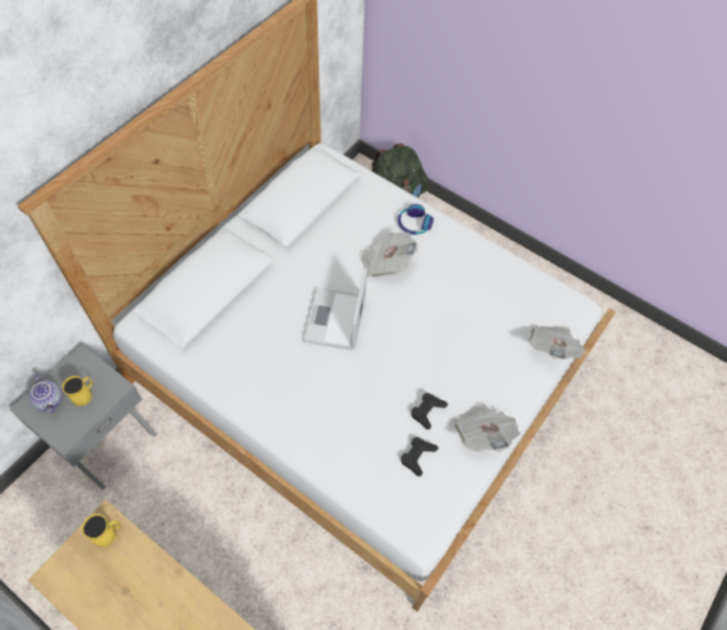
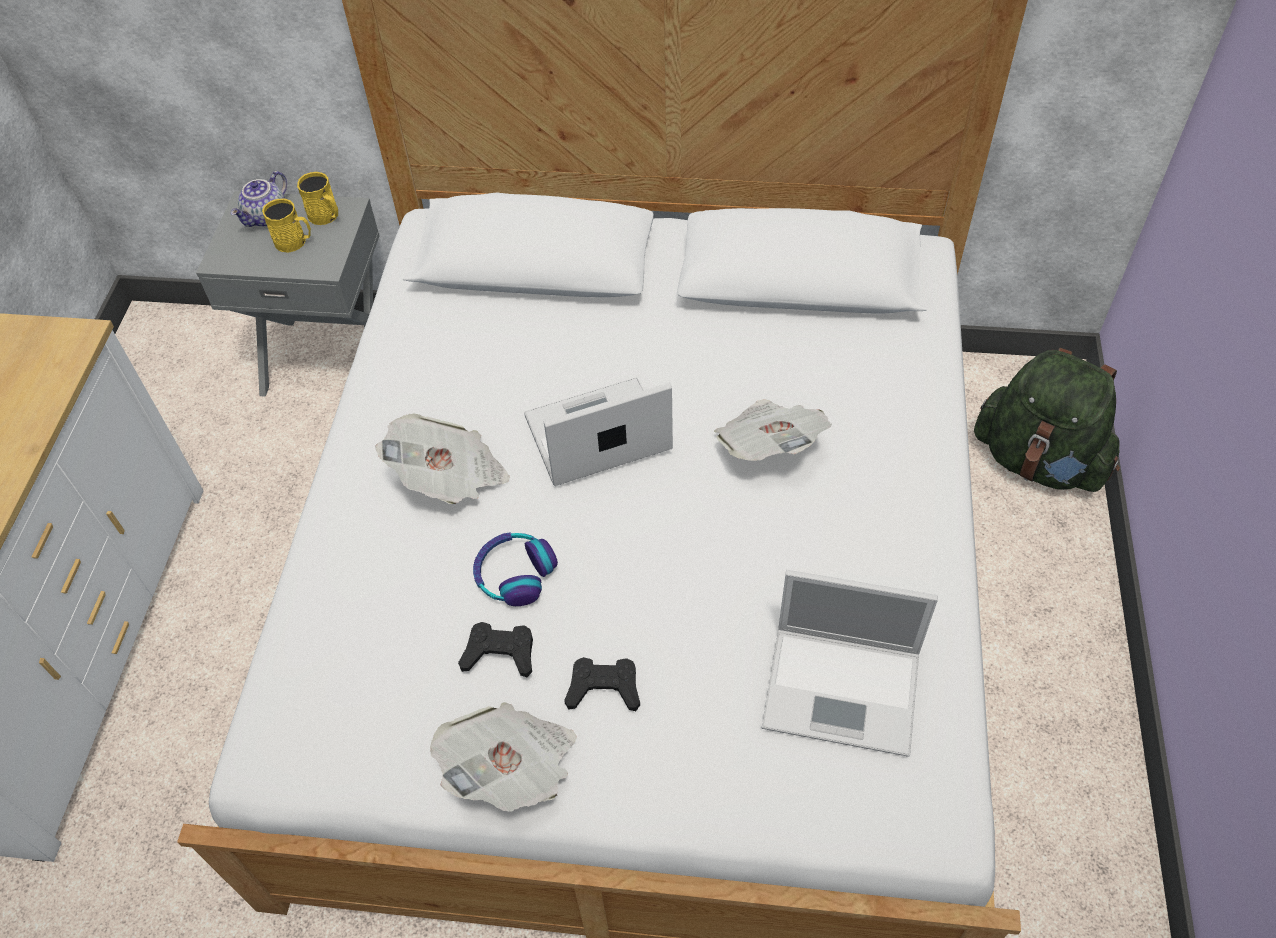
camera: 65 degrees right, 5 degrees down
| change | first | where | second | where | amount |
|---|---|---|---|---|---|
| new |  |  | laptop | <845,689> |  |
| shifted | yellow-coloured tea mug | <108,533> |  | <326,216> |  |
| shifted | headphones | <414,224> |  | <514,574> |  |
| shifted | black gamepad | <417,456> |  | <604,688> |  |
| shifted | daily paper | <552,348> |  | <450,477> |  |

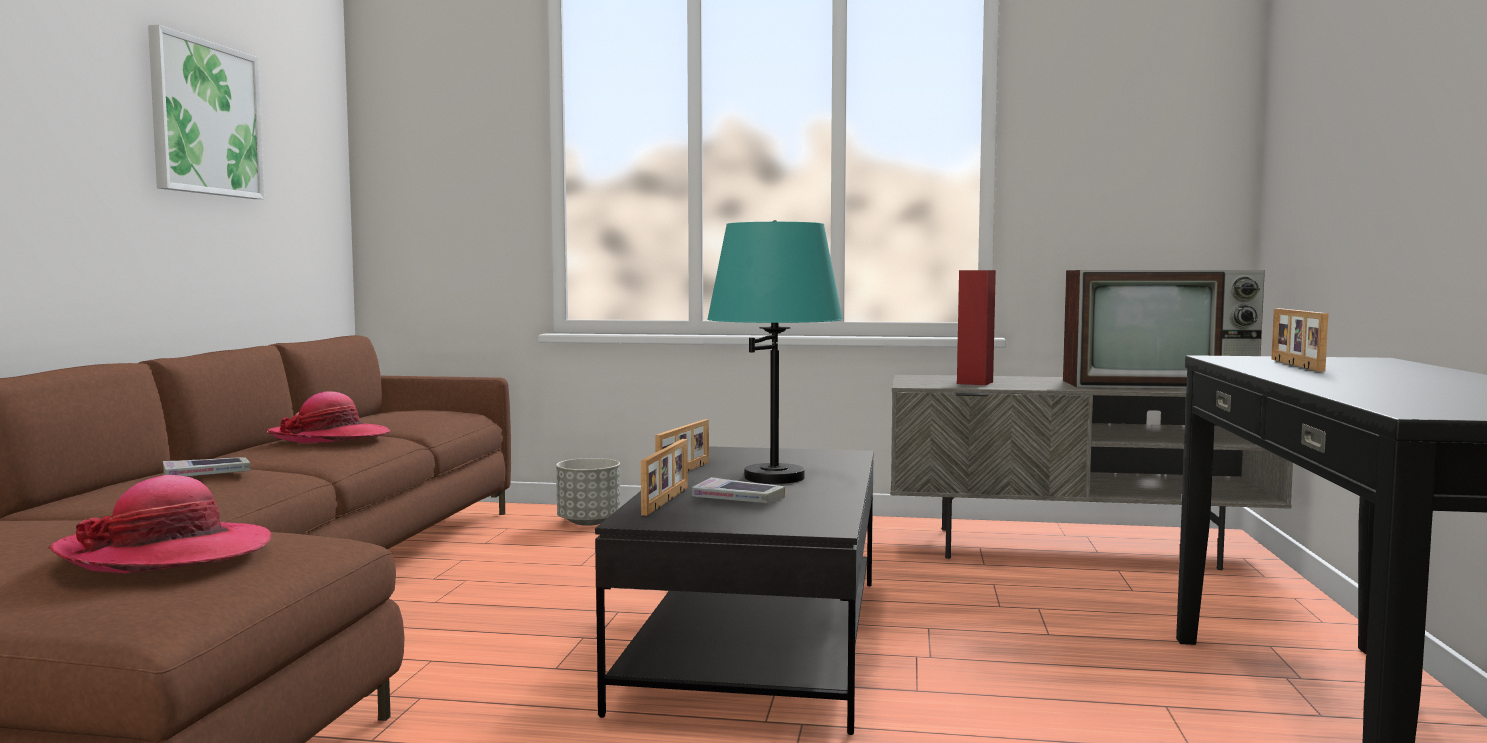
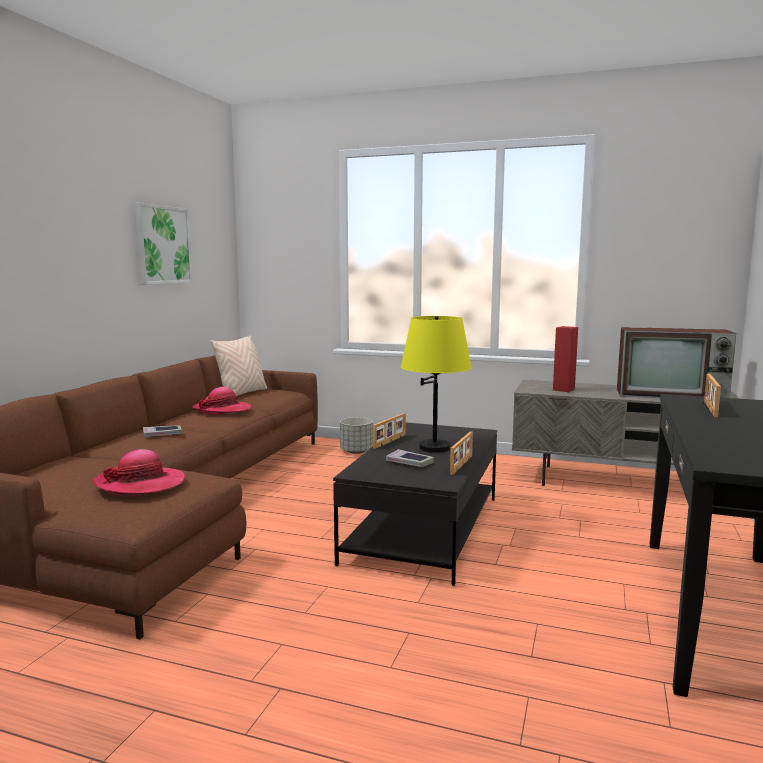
camera: 10 degrees right, 5 degrees up
| change | first | where | second | where | amount |
|---|---|---|---|---|---|
| new |  |  | beige-coloured throw pillow | <242,394> |  |
| shifted | standing frame | <667,501> |  | <462,465> |  |
| repainted | turquoise-coloured tabletop lamp | <774,477> | yellow-coloured tabletop lamp | <434,447> |  |

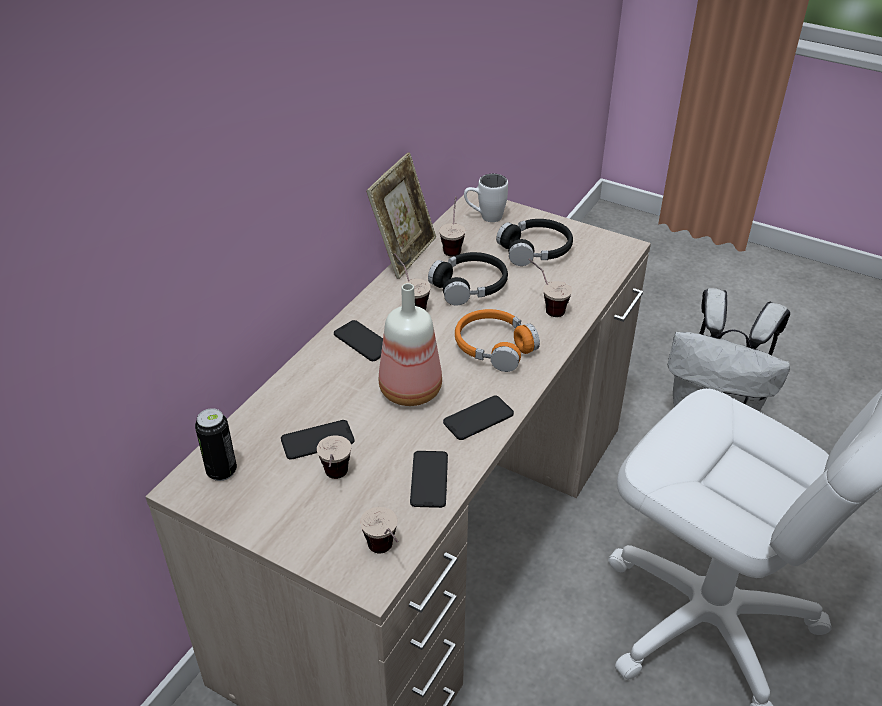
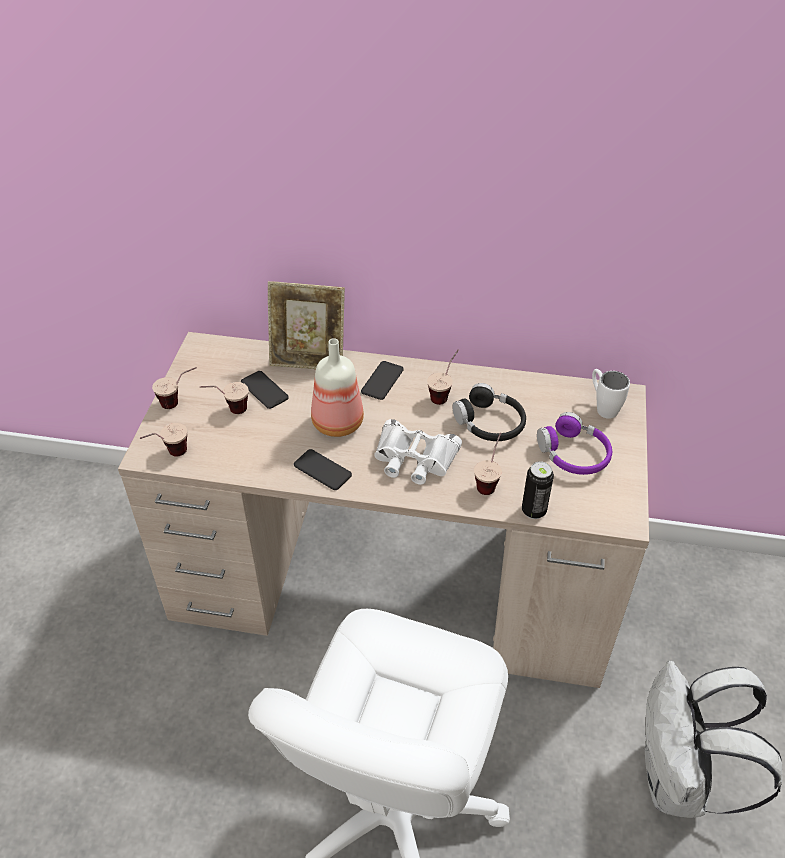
camera: 70 degrees right, 5 degrees up
| change | first | where | second | where | amount |
|---|---|---|---|---|---|
| gone | phone | <429,479> |  |  |  |
| shifted | sealed can | <221,471> |  | <533,511> |  |
| shifted | standing frame | <404,253> |  | <308,359> |  |
| shifted | small cup | <453,246> |  | <180,402> |  |
| swapped | orange-coloured headphones | <494,347> | whitish pair of binoculars | <414,459> |  |
| repainted | black headphones | <535,250> | purplish headphones | <573,454> |  |

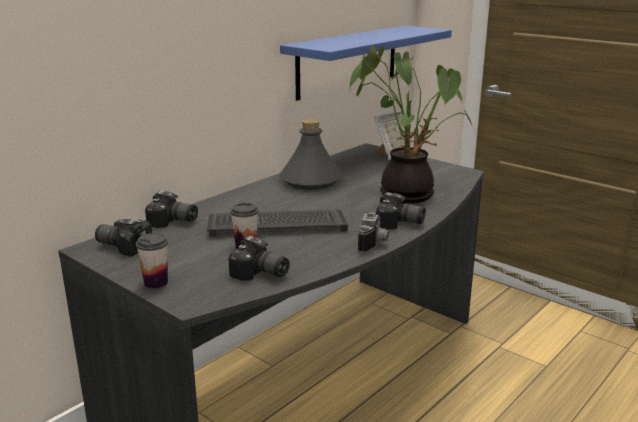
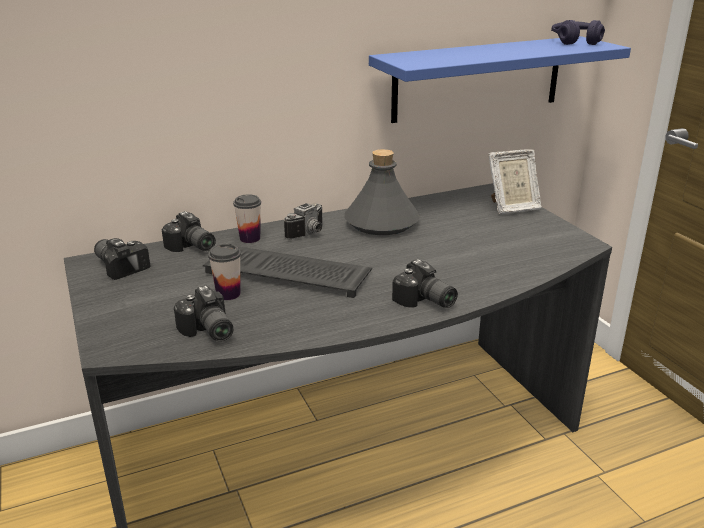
camera: 25 degrees right, 5 degrees up
| change | first | where | second | where | amount |
|---|---|---|---|---|---|
| gone | plant in a pot | <407,193> |  |  |  |
| new |  |  | purplish headphones | <576,41> |  |
| shifted | small cup | <156,282> |  | <250,238> |  |
| shifted | photo camera | <374,243> |  | <309,234> |  |

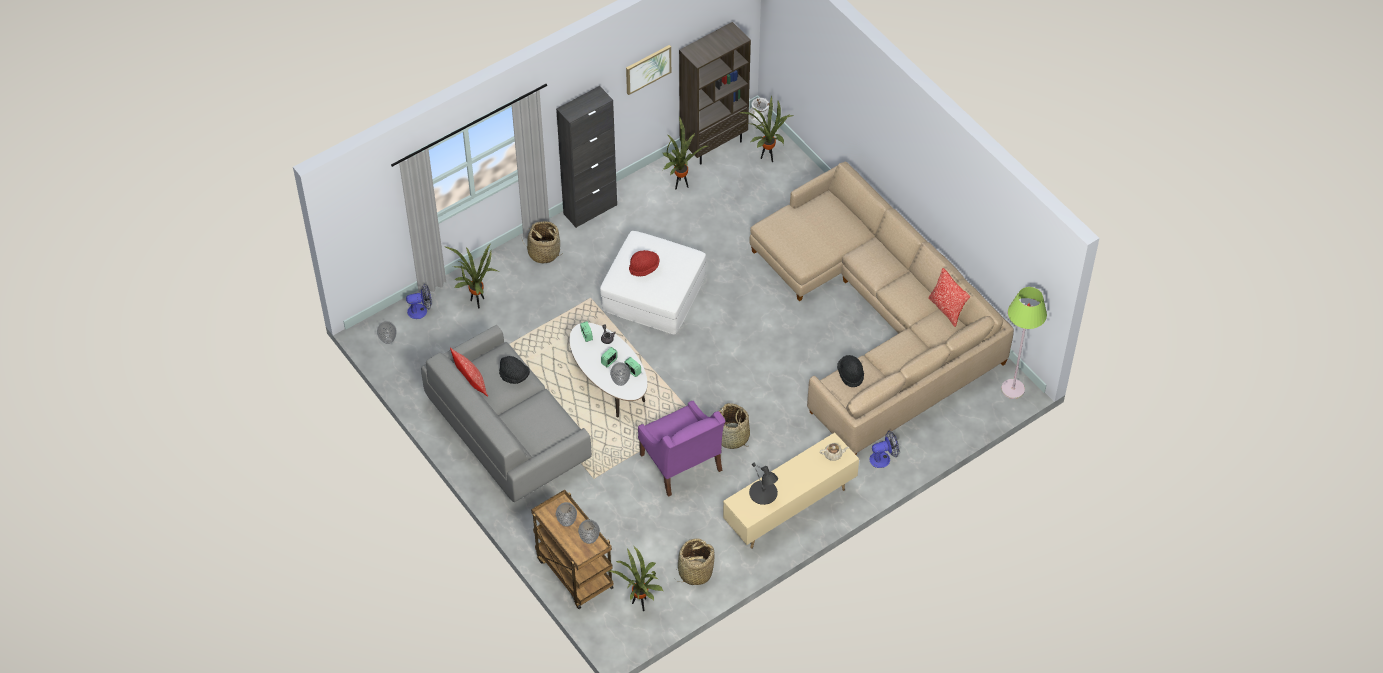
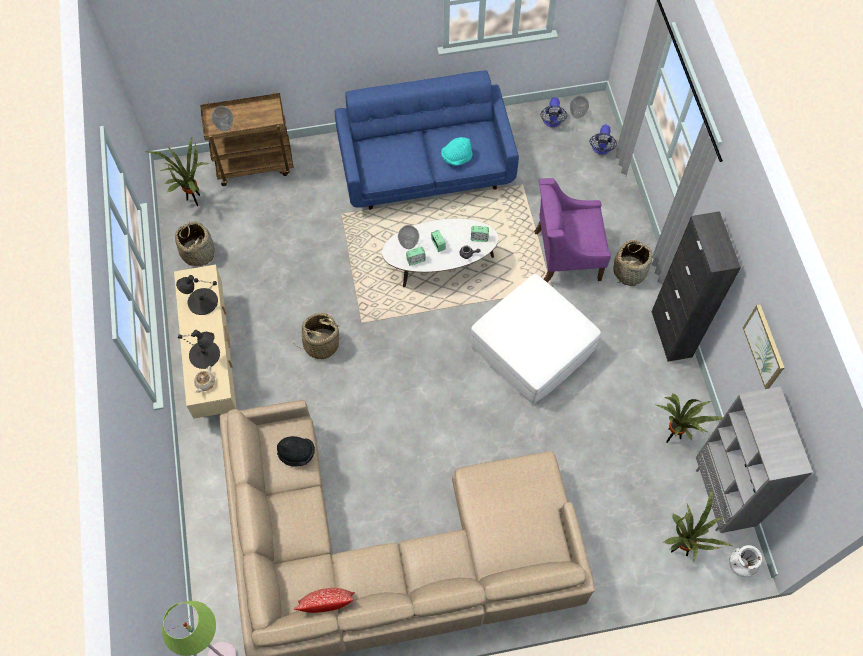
camera: 115 degrees right, 10 degrees up
| change | first | where | second | where | amount |
|---|---|---|---|---|---|
| gone | plant in a pot | <477,301> |  |  |  |
| gone | throw pillow | <471,383> |  |  |  |
| gone | vase | <567,522> |  |  |  |
| gone | red-coloured hat | <644,267> |  |  |  |
| new |  |  | black tabletop lamp | <205,355> |  |
| shifted | purplish lounge chair | <681,463> |  | <566,255> |  |
| shifted | fan | <883,458> |  | <552,122> |  |
| repainted | grey couch | <508,434> | blue-coloured couch | <426,168> |  |
| repainted | black hat | <514,376> | turquoise-coloured hat | <456,157> |  |
| repainted | brownish shelving unit | <713,145> | grey shelving unit | <721,497> |  |

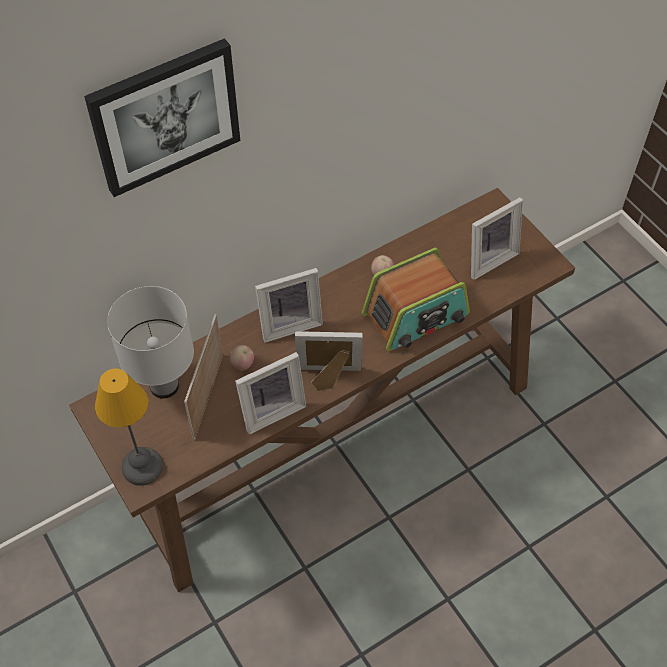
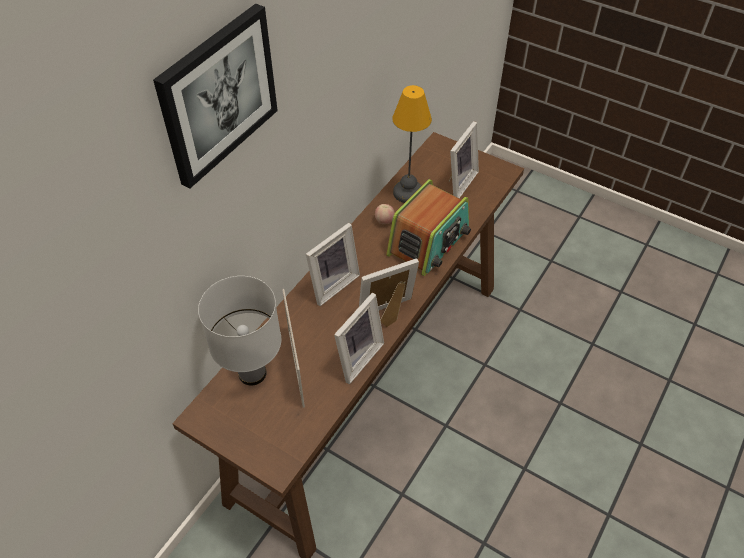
camera: 25 degrees left, 5 degrees down
| change | first | where | second | where | amount |
|---|---|---|---|---|---|
| gone | whole apple | <242,364> |  |  |  |
| shifted | tabletop lamp | <143,465> |  | <408,191> |  |

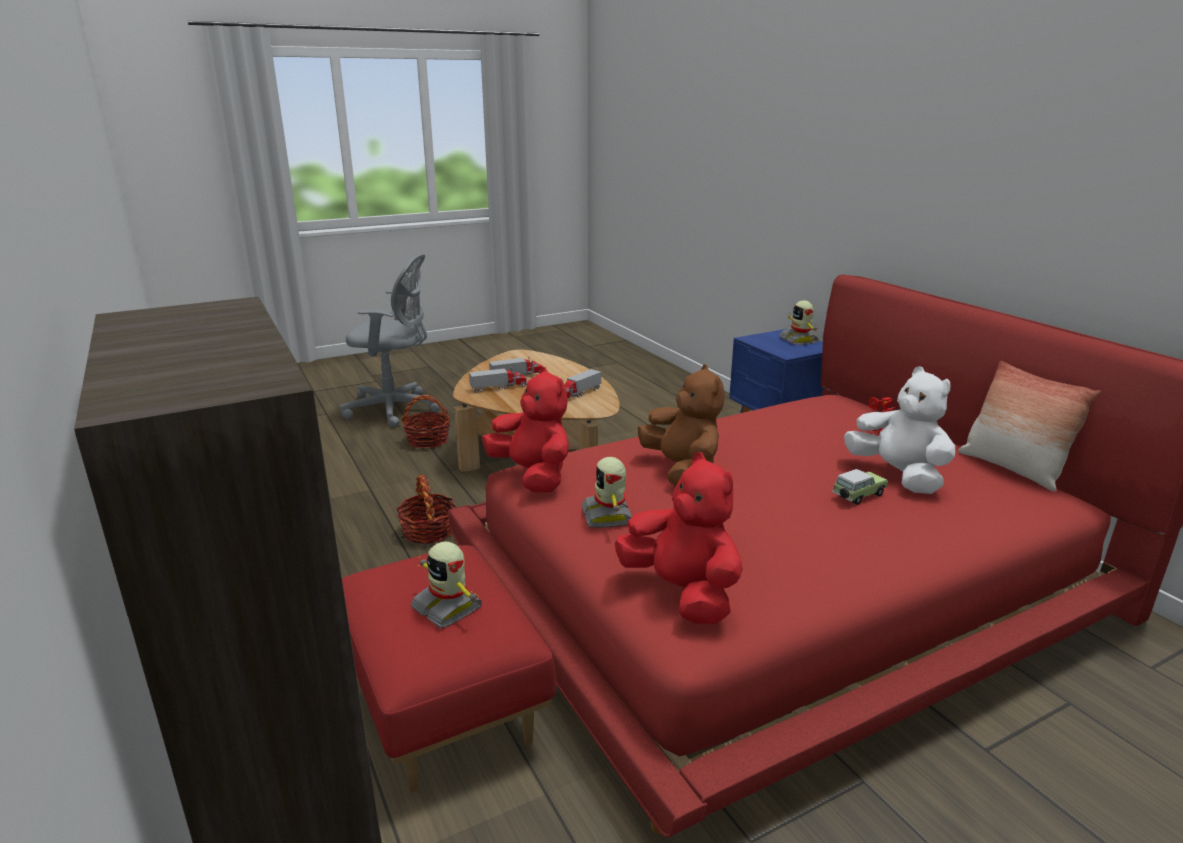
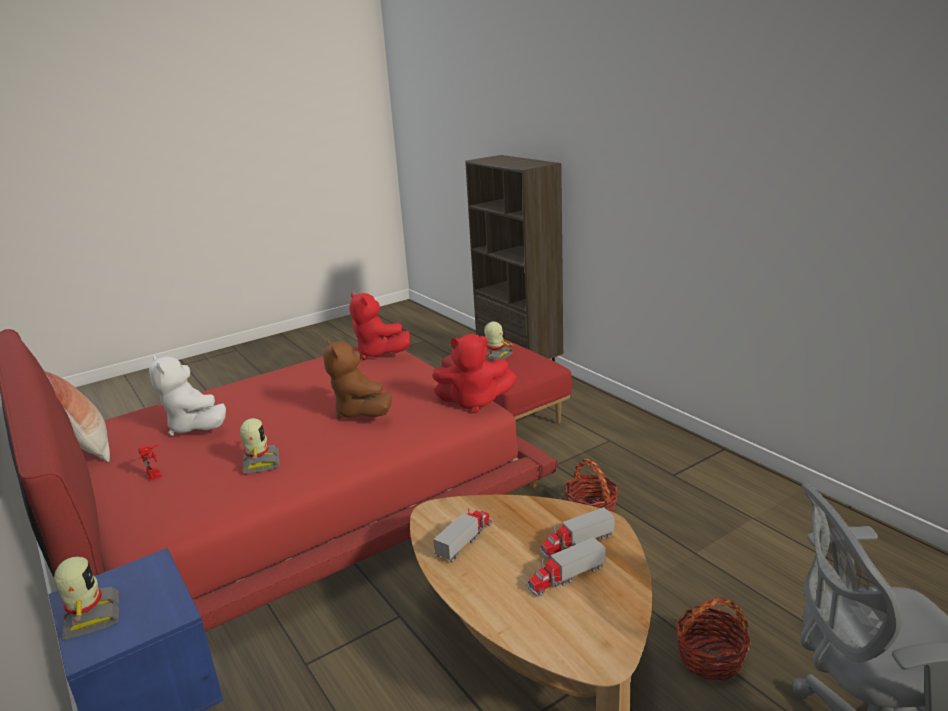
camera: 175 degrees right, 0 degrees up
| change | first | where | second | where | amount |
|---|---|---|---|---|---|
| gone | model car | <857,496> |  |  |  |
| shifted | robot figure | <608,516> |  | <260,463> |  |
| rotated | red-coloured soft toy | <533,476> |  | <474,402> | 45 degrees counterclockwise |

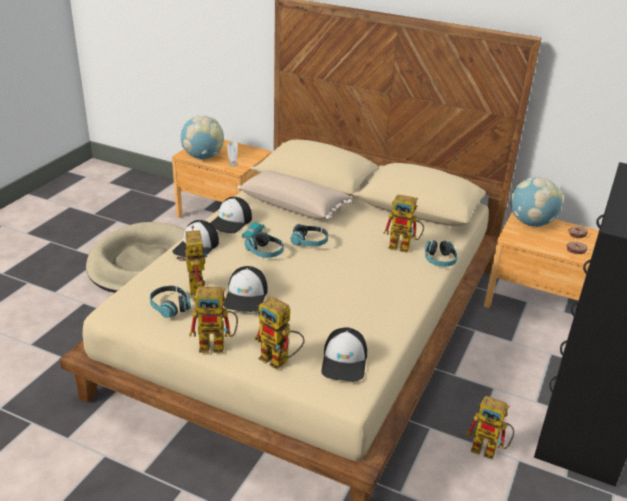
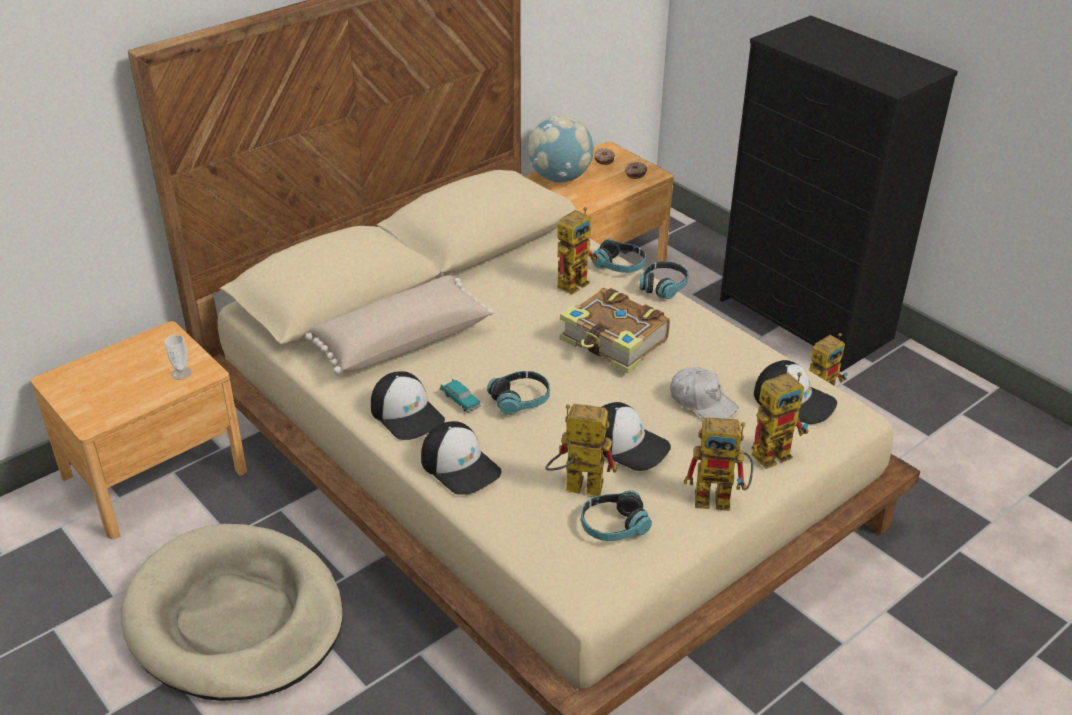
camera: 65 degrees left, 5 degrees up
| change | first | where | second | where | amount |
|---|---|---|---|---|---|
| gone | world globe | <203,157> |  |  |  |
| new |  |  | volume | <614,342> |  |
| new |  |  | whitish cap | <702,402> |  |
| shifted | headphones | <309,242> |  | <663,286> |  |
| rotated | robot figure | <218,345> |  | <721,498> | 75 degrees clockwise |

